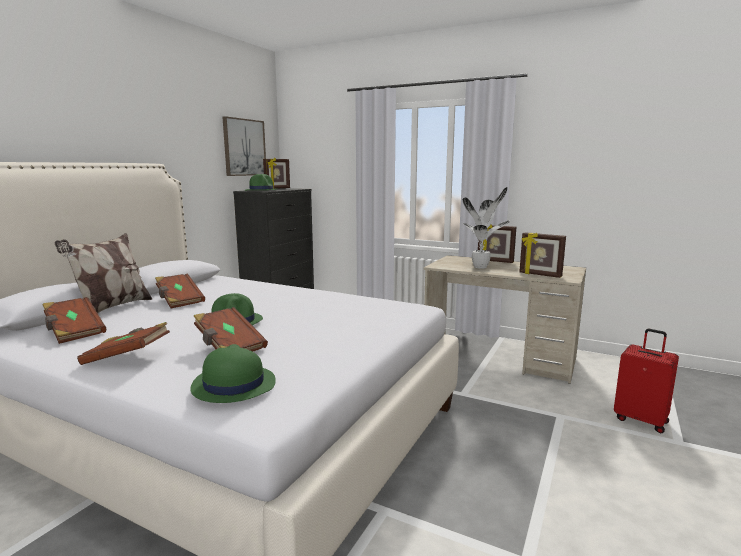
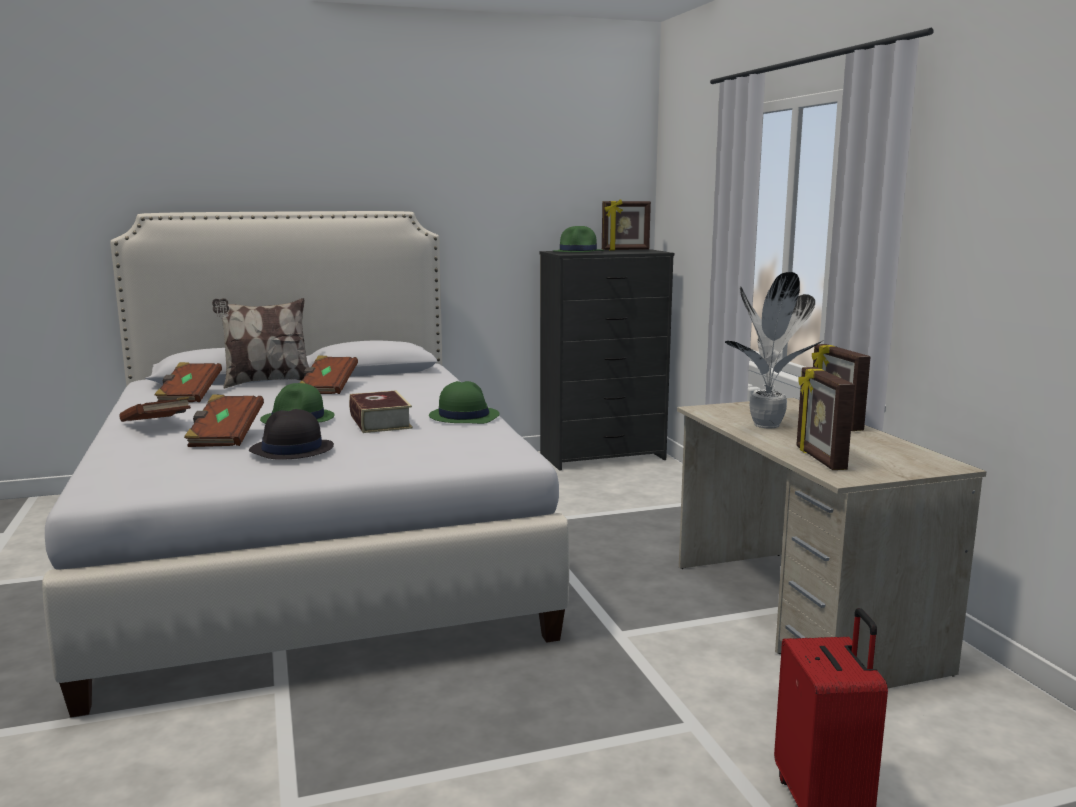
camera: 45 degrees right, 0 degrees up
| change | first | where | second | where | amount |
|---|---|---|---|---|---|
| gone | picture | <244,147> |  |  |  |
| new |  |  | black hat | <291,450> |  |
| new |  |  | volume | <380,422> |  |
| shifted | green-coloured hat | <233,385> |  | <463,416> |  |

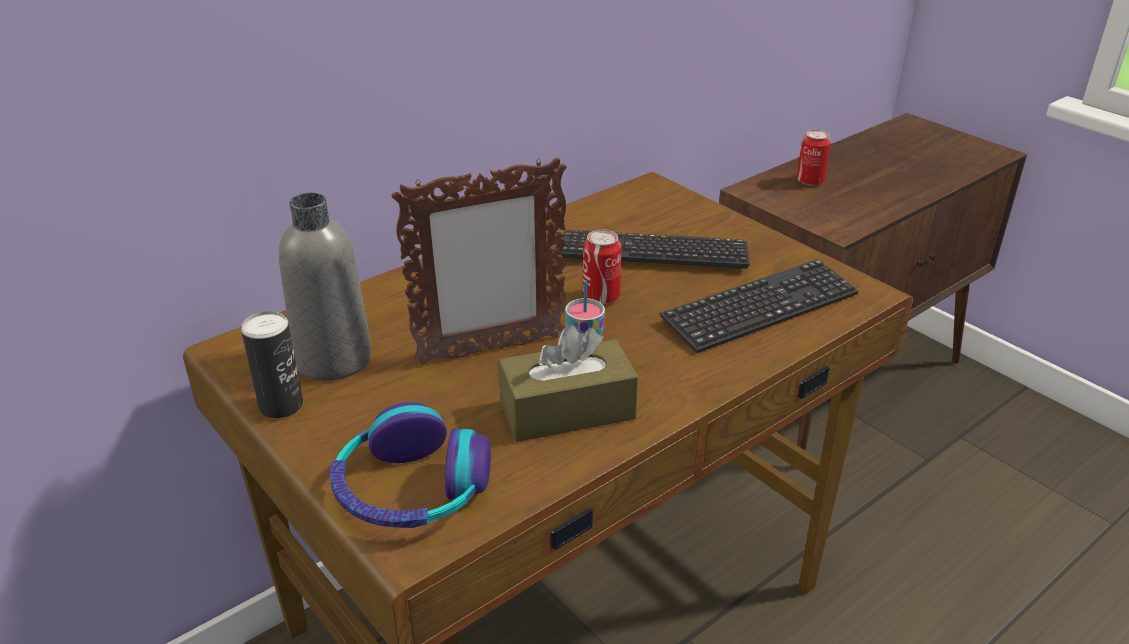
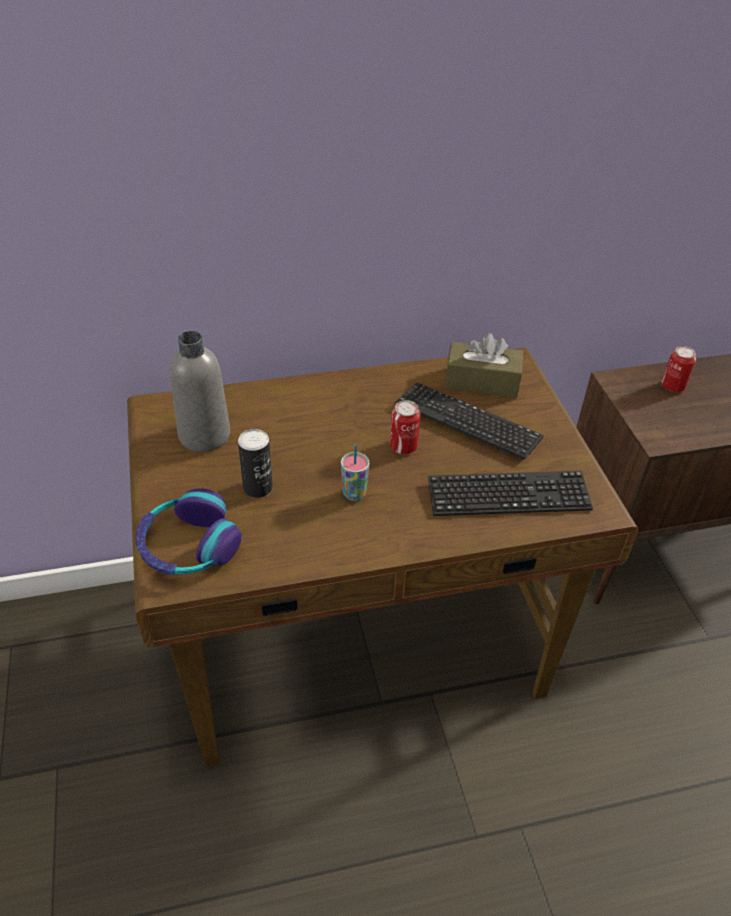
camera: 25 degrees right, 10 degrees up
| change | first | where | second | where | amount |
|---|---|---|---|---|---|
| gone | standing frame | <489,350> |  |  |  |
| shifted | sealed can | <281,405> |  | <258,488> |  |
| shifted | brownish box of tissues | <567,410> |  | <482,382> |  |

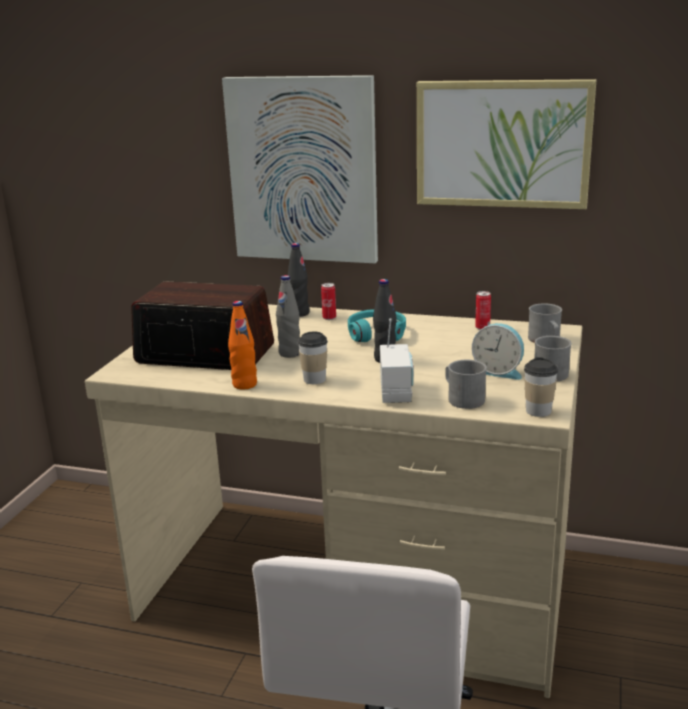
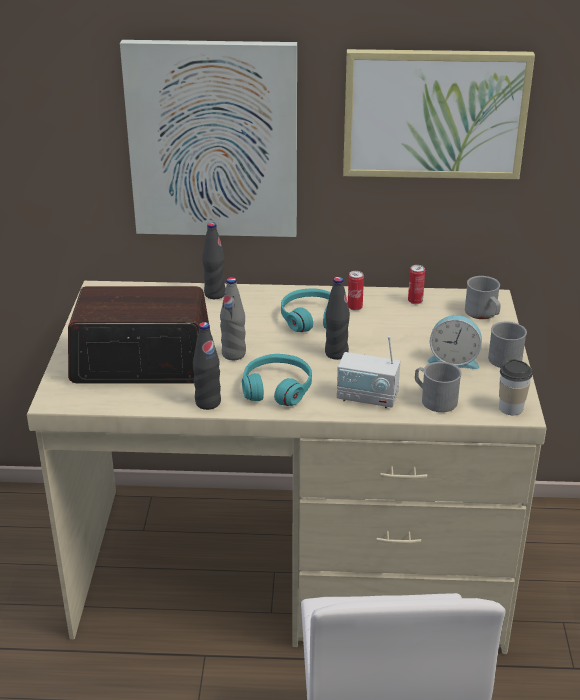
camera: 15 degrees left, 10 degrees up
| change | first | where | second | where | amount |
|---|---|---|---|---|---|
| shifted | sealed can | <329,318> |  | <355,307> |  |
| swapped | small cup | <314,379> | turquoise-coloured headphones | <277,388> |  |
| repainted | orange-coloured bottle | <244,385> | black bottle | <208,403> |  |
| rotated | radio | <396,392> |  | <367,398> | 120 degrees clockwise |

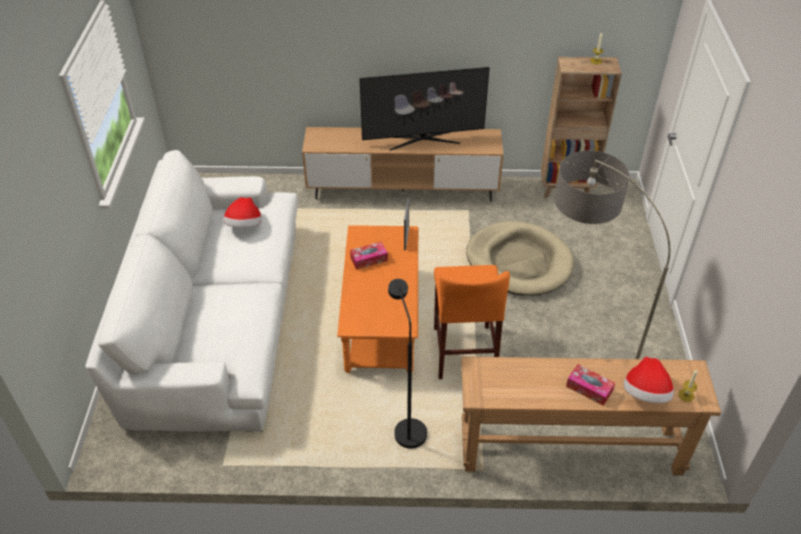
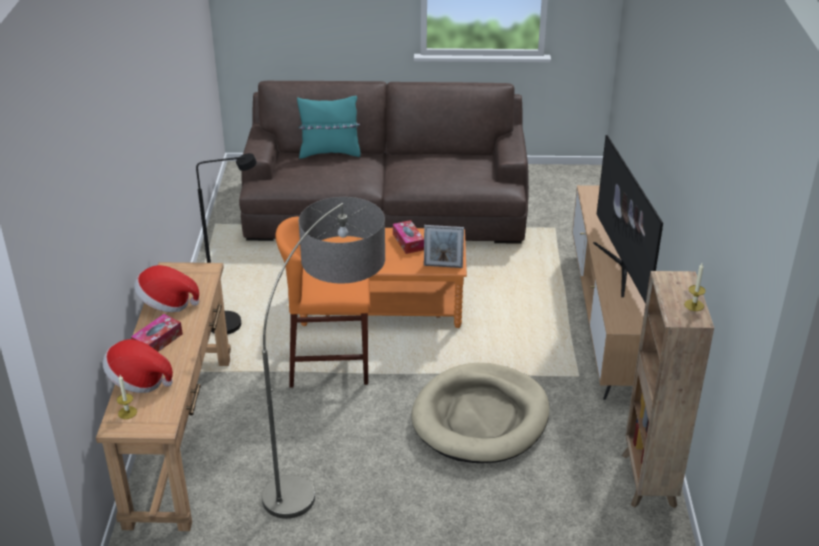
camera: 90 degrees right, 10 degrees down
| change | first | where | second | where | amount |
|---|---|---|---|---|---|
| new |  |  | turquoise-coloured throw pillow | <330,153> |  |
| shifted | hat | <244,226> |  | <166,303> |  |
| repainted | whitish couch | <216,318> | brownish couch | <386,207> |  |

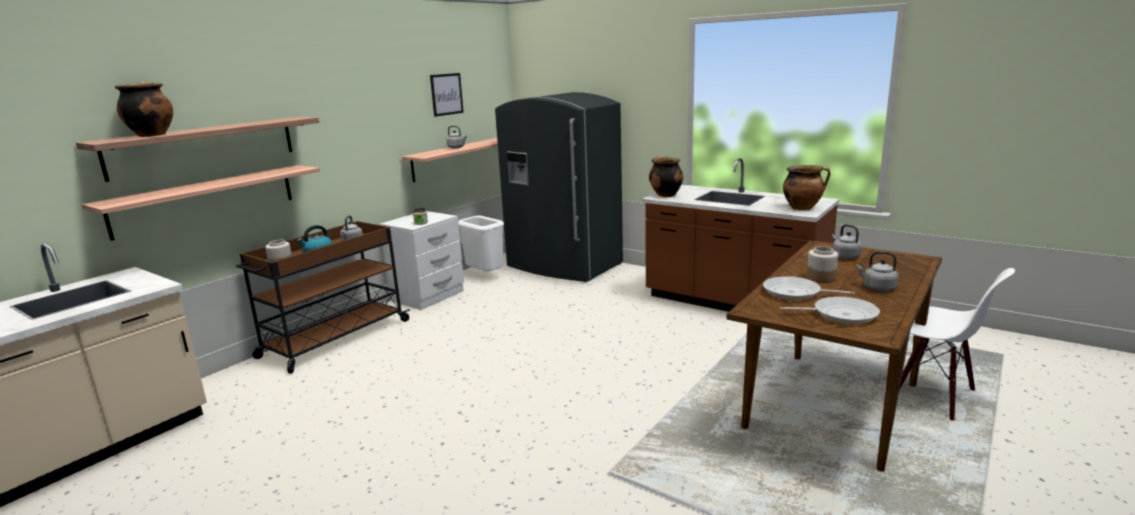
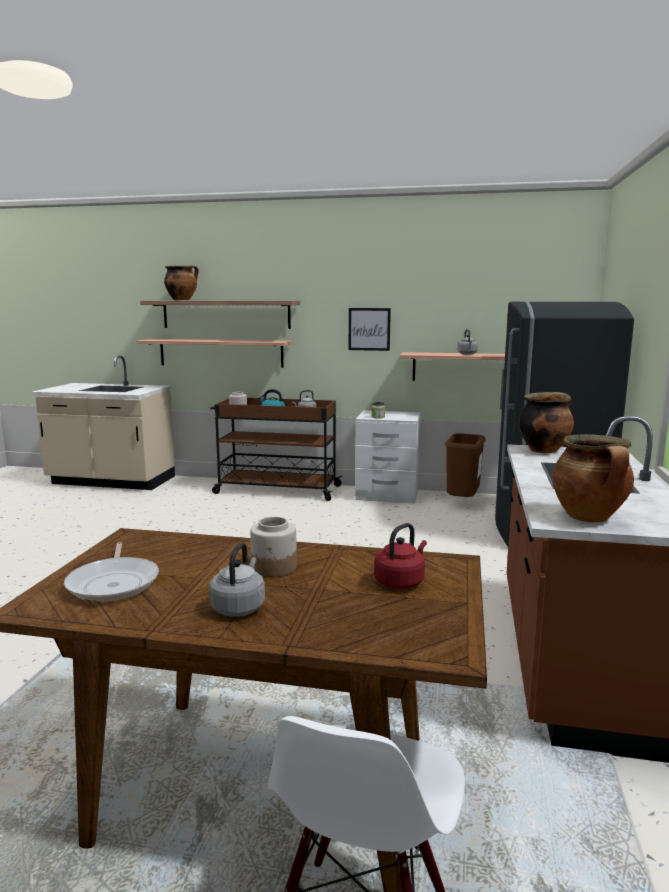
camera: 65 degrees right, 5 degrees down
| change | first | where | second | where | amount |
|---|---|---|---|---|---|
| gone | pan | <795,293> |  |  |  |
| shifted | picture | <446,94> |  | <369,329> |  |
| repainted | whitish rubbish bin | <486,276> | brownish rubbish bin | <463,503> |  |
| repainted | grey tea kettle | <844,256> | red-coloured tea kettle | <401,582> |  |

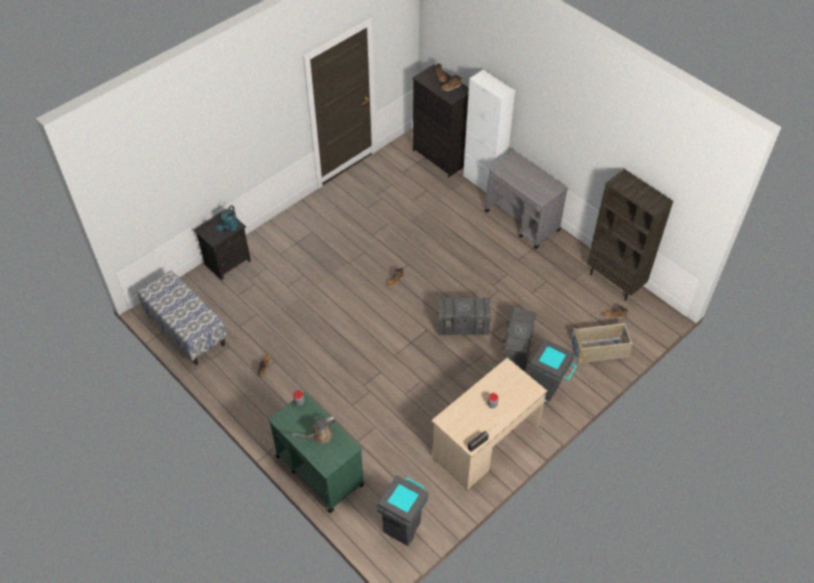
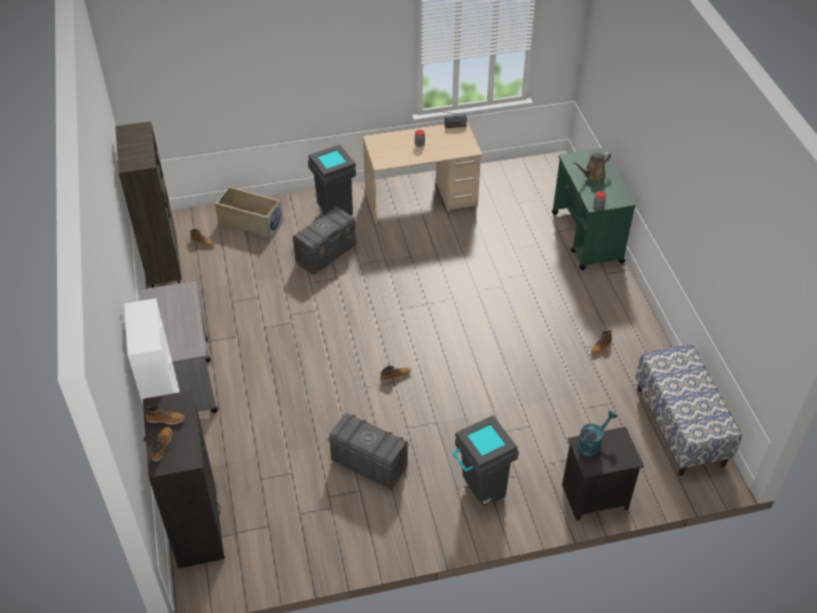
camera: 150 degrees left, 5 degrees down
| change | first | where | second | where | amount |
|---|---|---|---|---|---|
| shifted | grey rubbish bin | <403,527> |  | <480,491> |  |
| shifted | grey storage box | <463,326> |  | <369,463> |  |
| rotated | brownish sprinkling can | <319,436> |  | <592,175> | 150 degrees clockwise |

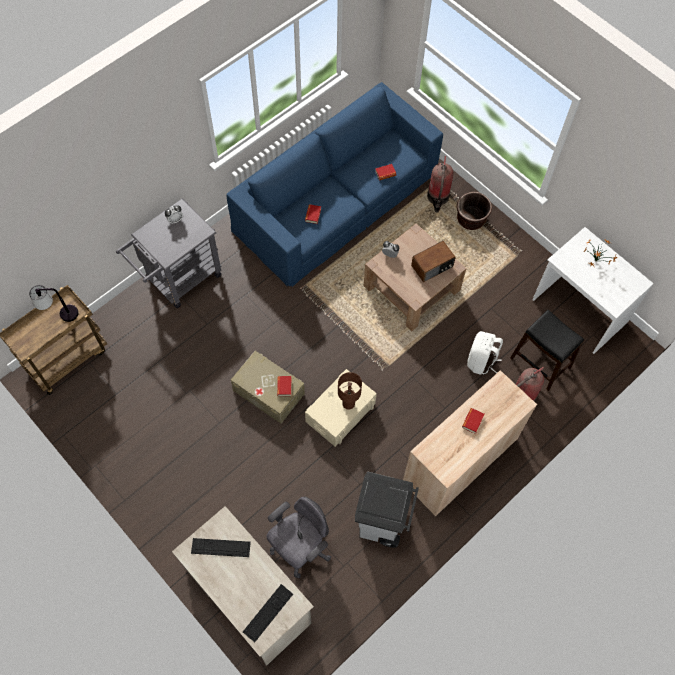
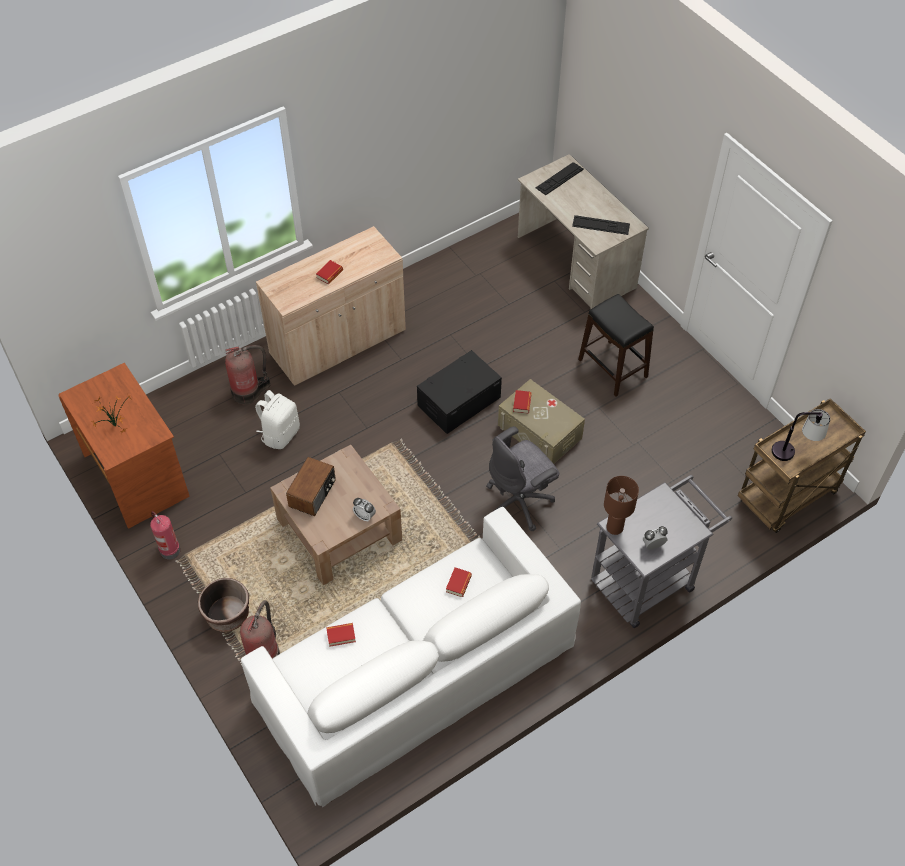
camera: 170 degrees left, 10 degrees down
| change | first | where | second | where | amount |
|---|---|---|---|---|---|
| gone | grey rubbish bin | <382,523> |  |  |  |
| new |  |  | extinguisher | <169,550> |  |
| shifted | grey desk chair | <300,546> |  | <519,502> |  |
| shifted | brownish tabletop lamp | <349,404> |  | <614,527> |  |
| shifted | black stool seat | <540,363> |  | <613,368> |  |
| repainted | blue-coloured couch | <336,200> | whitish couch | <415,671> |  |
| repainted | beige-coloured storage box | <340,412> | black storage box | <459,401> |  |
| repainted | whitish desk table | <578,311> | brownish desk table | <137,475> |  |
| rotated | radio | <432,267> |  | <313,493> | 135 degrees clockwise |

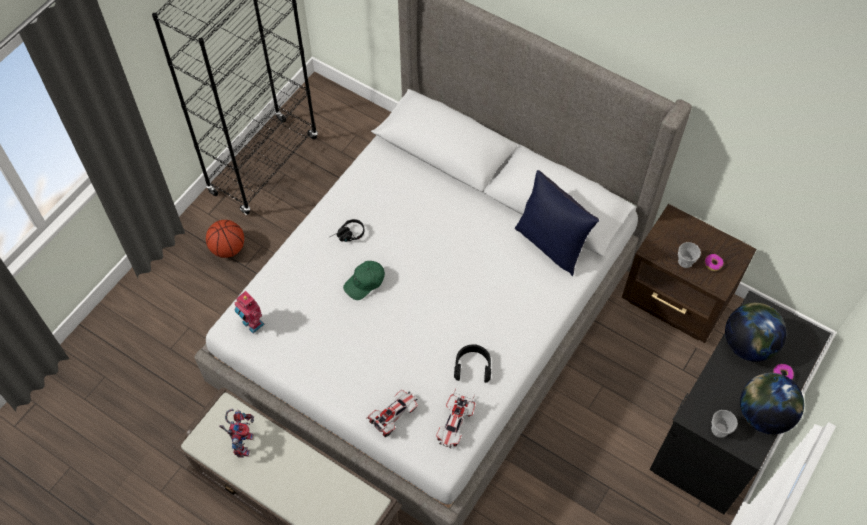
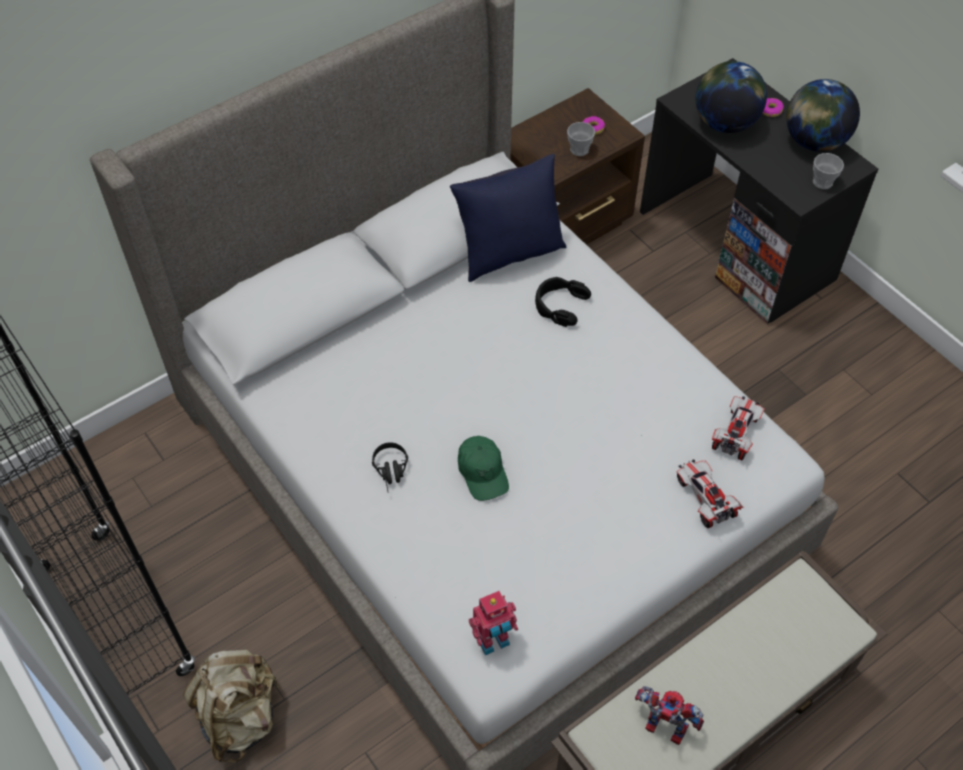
camera: 70 degrees left, 5 degrees down
| change | first | where | second | where | amount |
|---|---|---|---|---|---|
| shifted | black headphones | <472,366> |  | <560,305> |  |
| swapped | ball for basketball | <228,248> | beige-coloured knapsack | <240,716> |  |
| rotated | model car | <455,424> |  | <736,433> | 105 degrees counterclockwise |

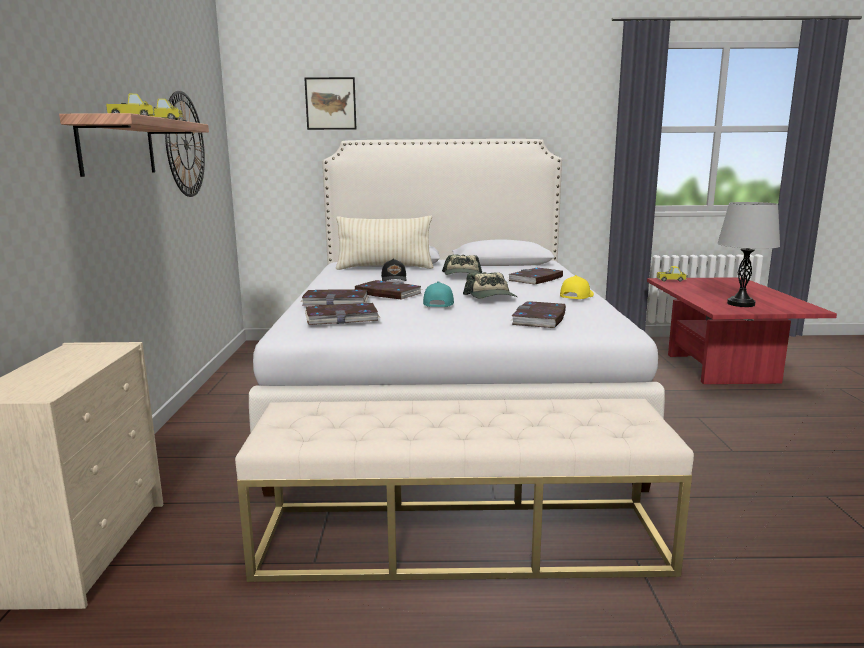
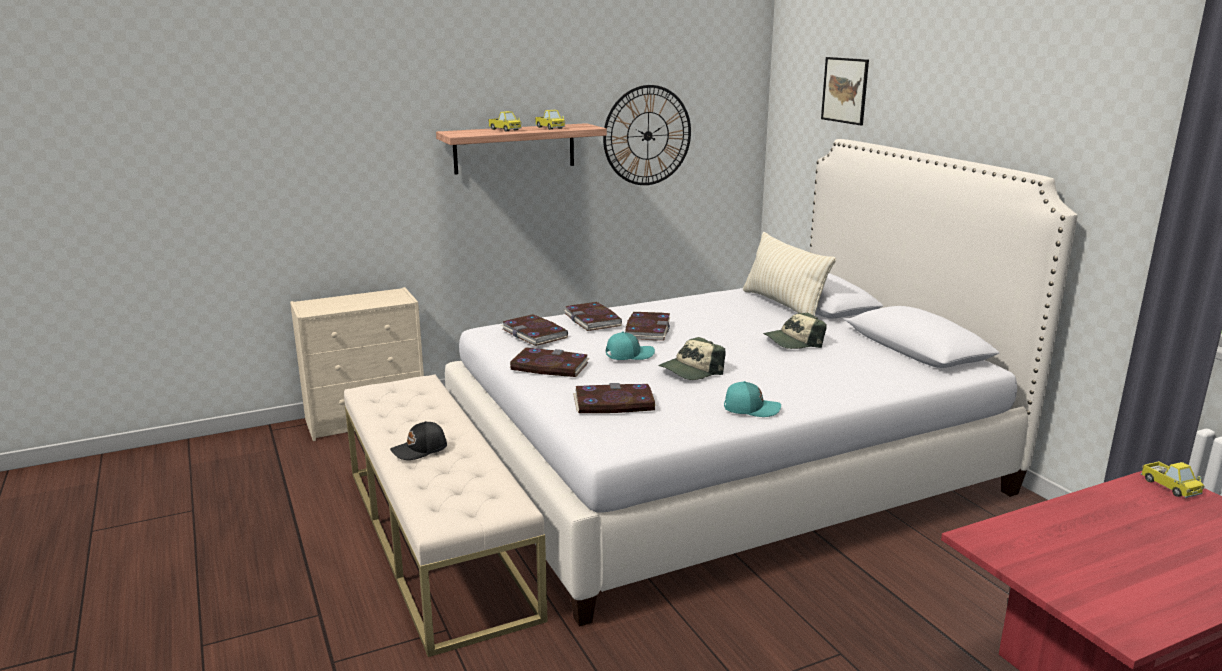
camera: 65 degrees right, 5 degrees up
| change | first | where | second | where | amount |
|---|---|---|---|---|---|
| gone | grey tabletop lamp | <740,304> |  |  |  |
| shifted | black cap | <394,279> |  | <420,450> |  |
| shifted | volume | <536,279> |  | <549,366> |  |
| repainted | yellow-coloured cap | <576,296> | turquoise-coloured cap | <750,408> |  |

